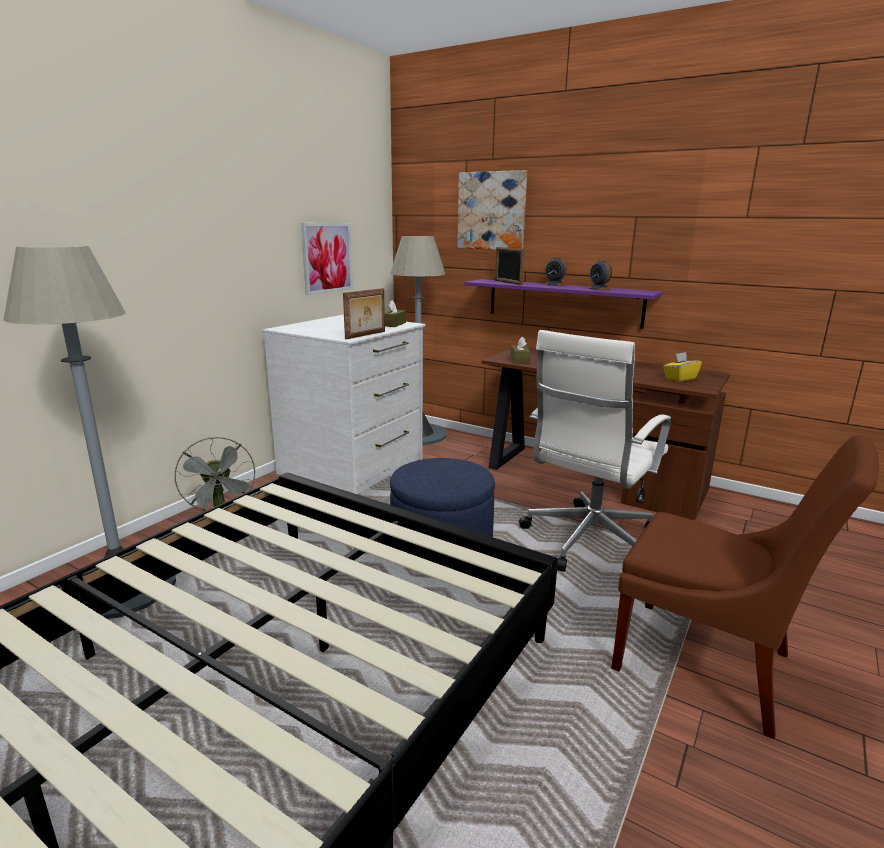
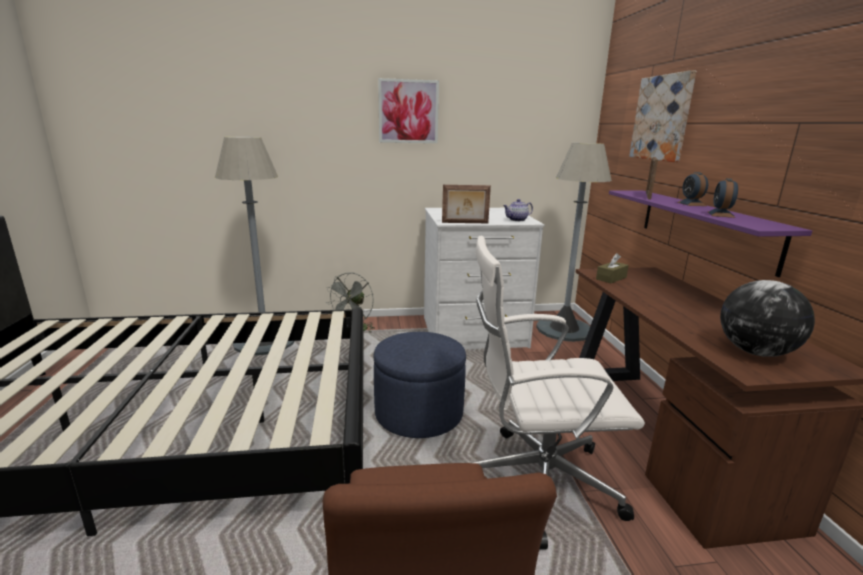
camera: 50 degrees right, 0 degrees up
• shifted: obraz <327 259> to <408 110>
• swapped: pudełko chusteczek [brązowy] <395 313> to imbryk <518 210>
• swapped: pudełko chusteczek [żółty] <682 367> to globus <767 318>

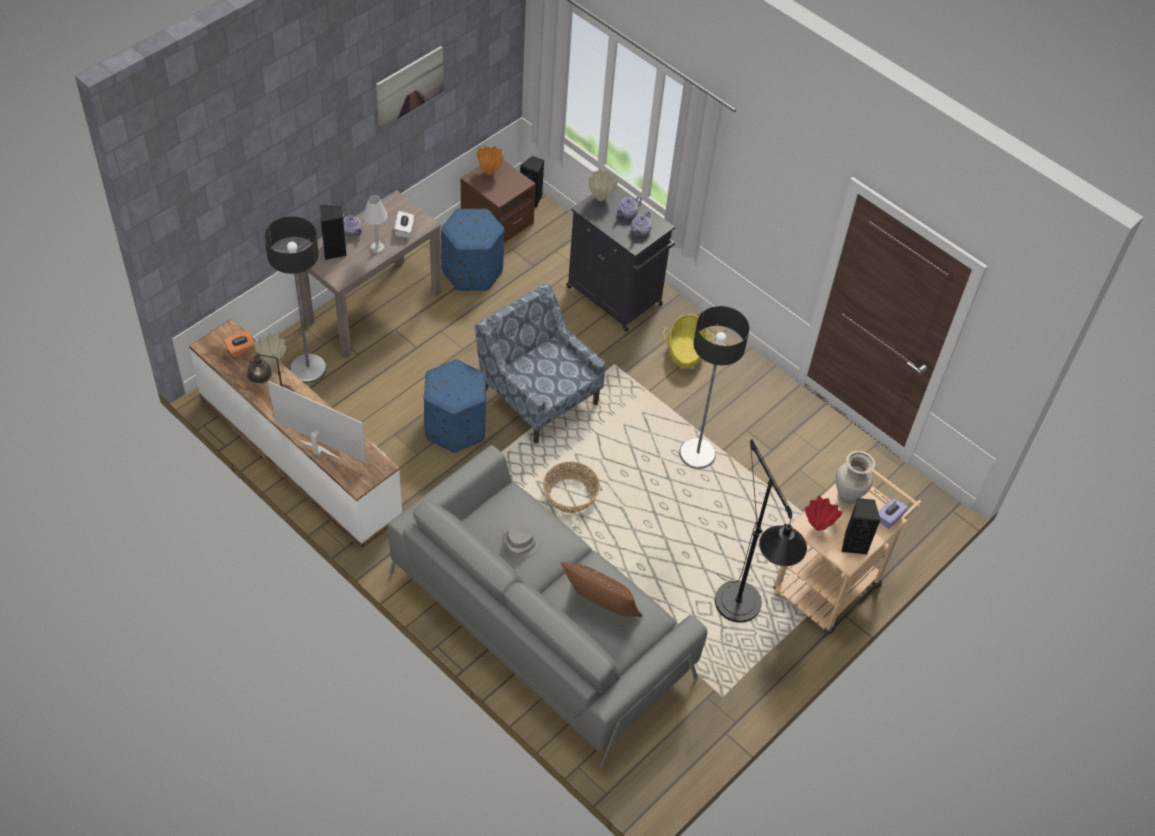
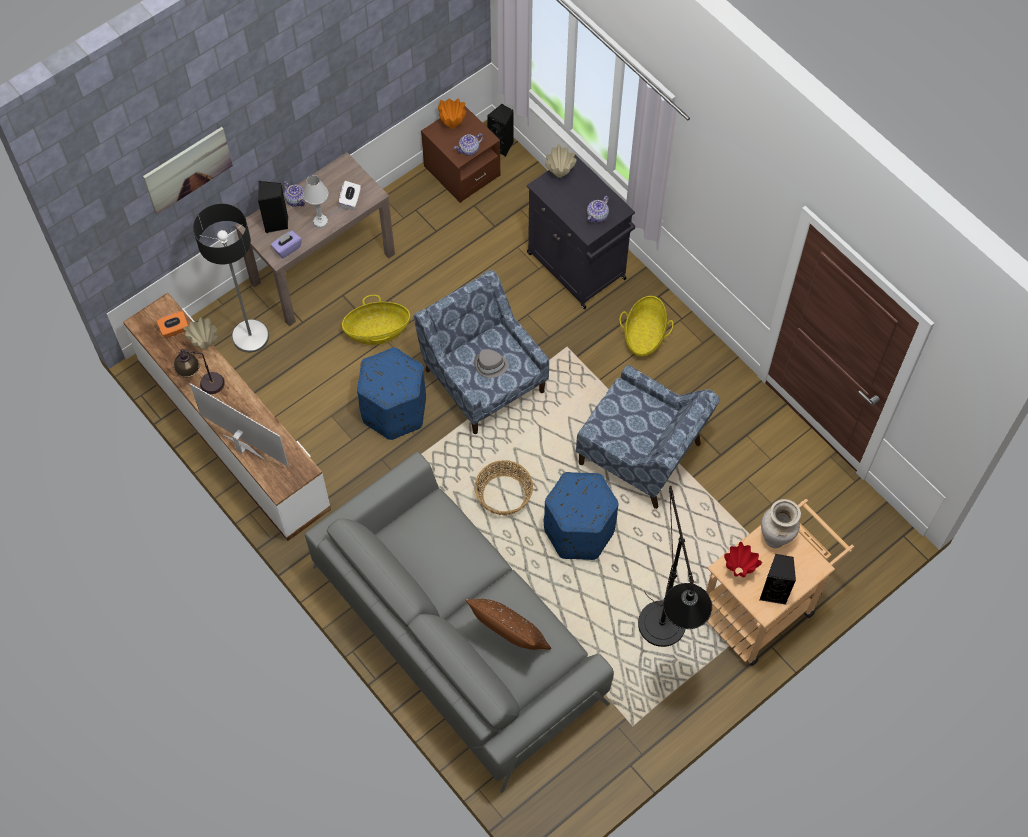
camera: 10 degrees right, 10 degrees up
• shifted: obraz <410 87> to <188 170>
• shifted: imbryk <628 207> to <469 144>
• shifted: pufa [niebieski] <472 249> to <581 516>
• swapped: lampa stojąca <714 387> to fotel [niebieski] <648 437>
• shifted: pudełko chusteczek [fioletowy] <893 514> to <286 244>
• shifted: kapelusz [szary] <521 542> to <491 363>
• new: koszyk <376 320>

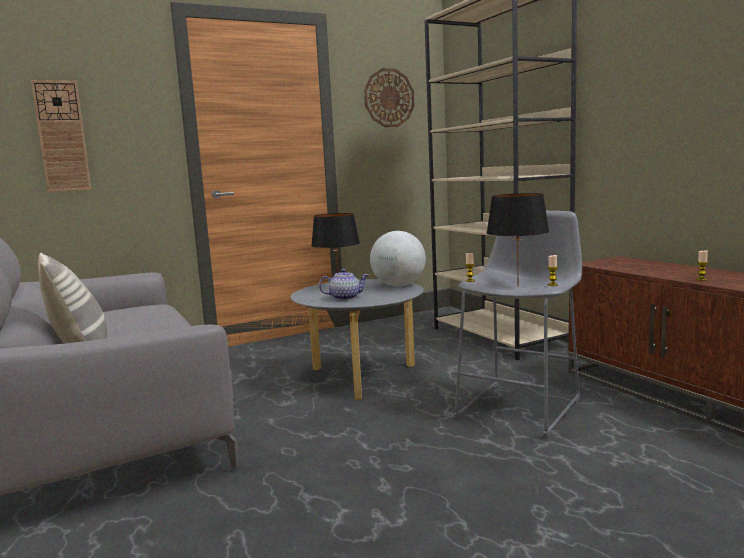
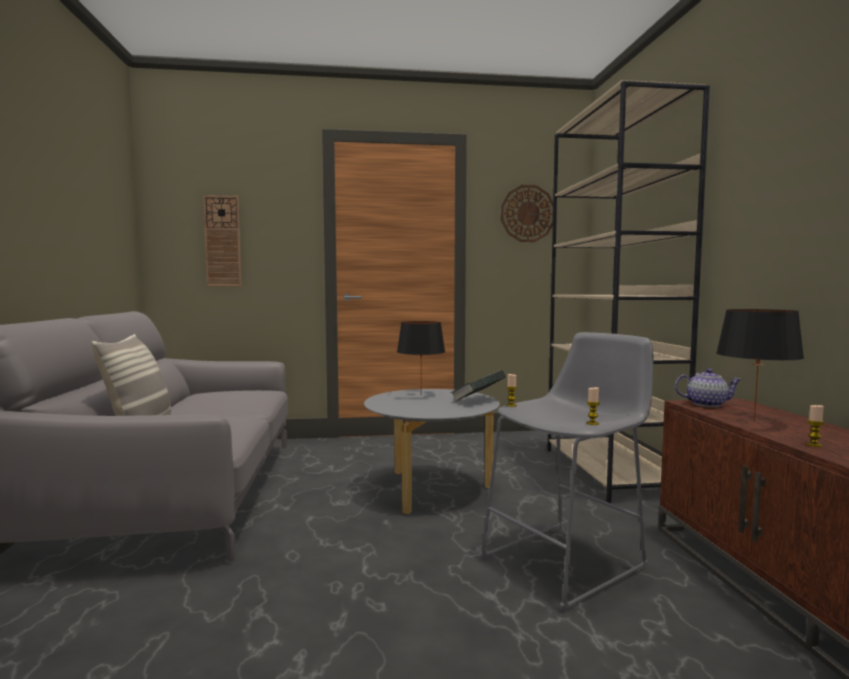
camera: 20 degrees right, 5 degrees down
• shifted: lampa stołowa [czarny] <518 234> to <760 365>
• swapped: globus <398 259> to książka <478 386>
• shifted: imbryk <343 284> to <708 387>

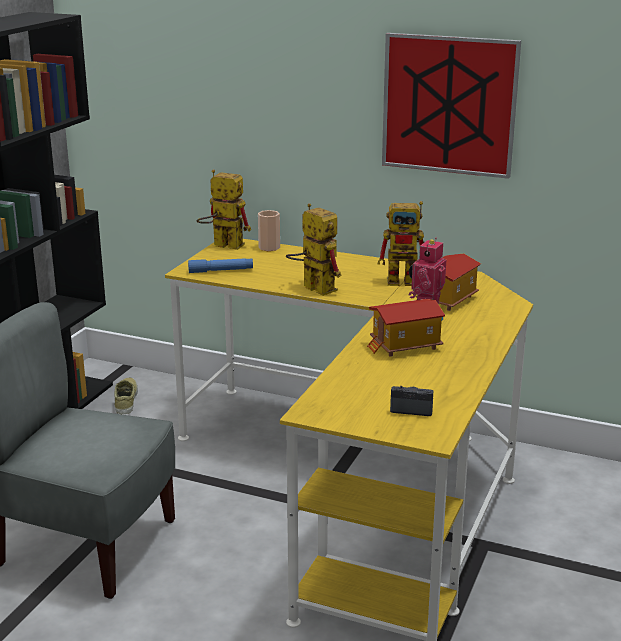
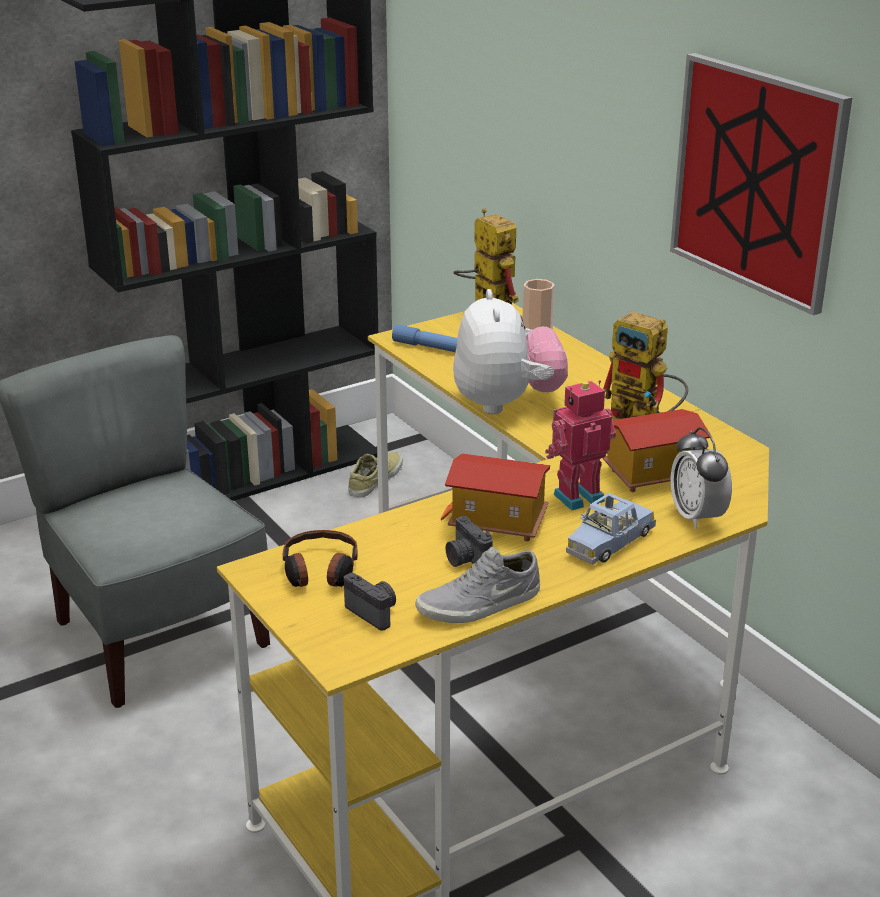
camera: 35 degrees right, 5 degrees up
• swapped: robot zabawkowy <314 249> to pluszak <510 352>
• new: budzik <701 478>
• new: samochodzik [niebieski] <611 529>
• new: aparat fotograficzny <469 541>
• new: słuchawki <320 558>
• new: but [szary] <477 585>

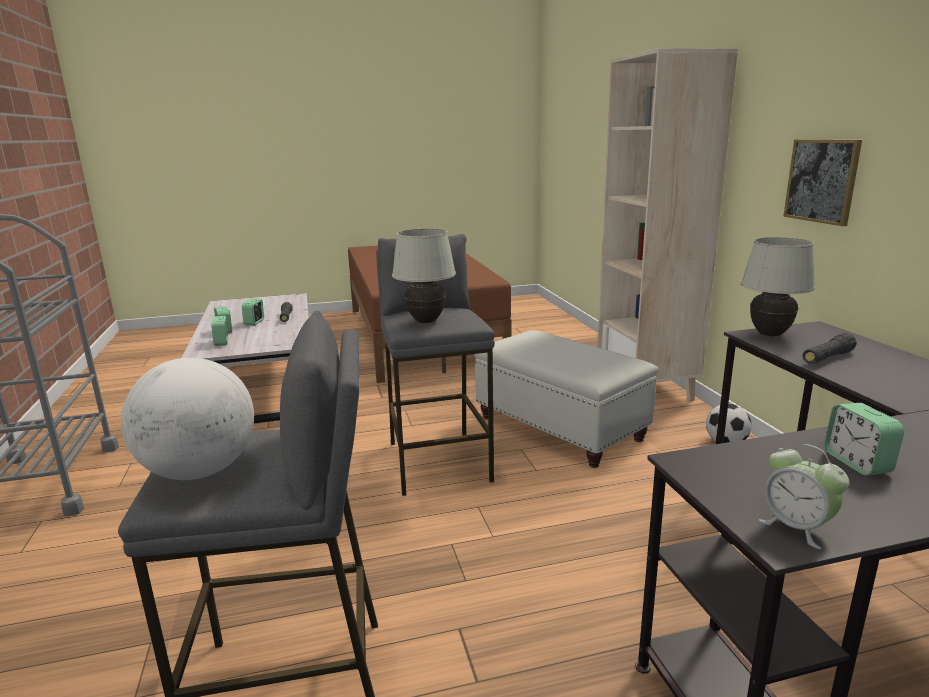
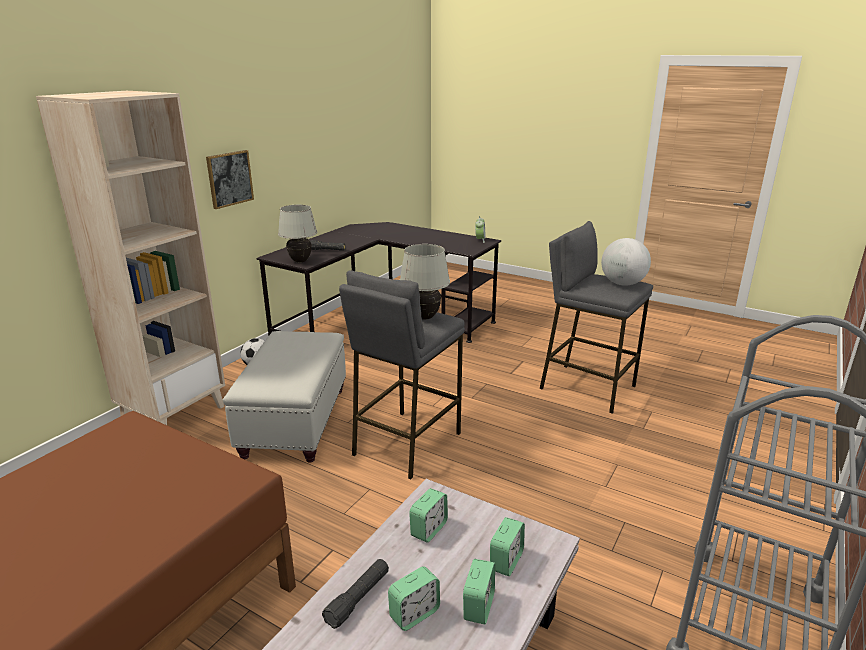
camera: 135 degrees left, 5 degrees up
• shifted: budzik <864 439> to <428 515>

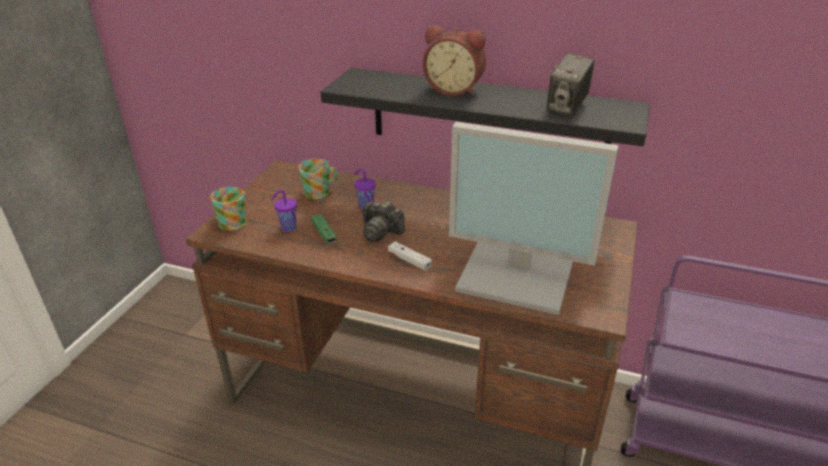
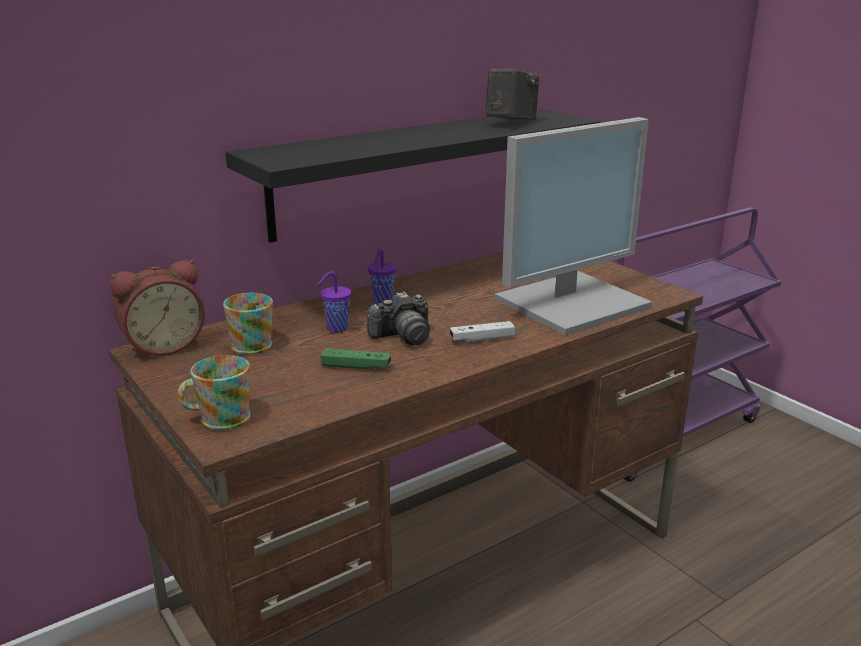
camera: 55 degrees left, 10 degrees down
• shifted: budzik <454 60> to <157 309>
• rotated: aparat fotograficzny <571 84> = <512 94> 120 degrees counterclockwise
• shifted: filiżanka [fioletowy] <284 211> to <382 276>

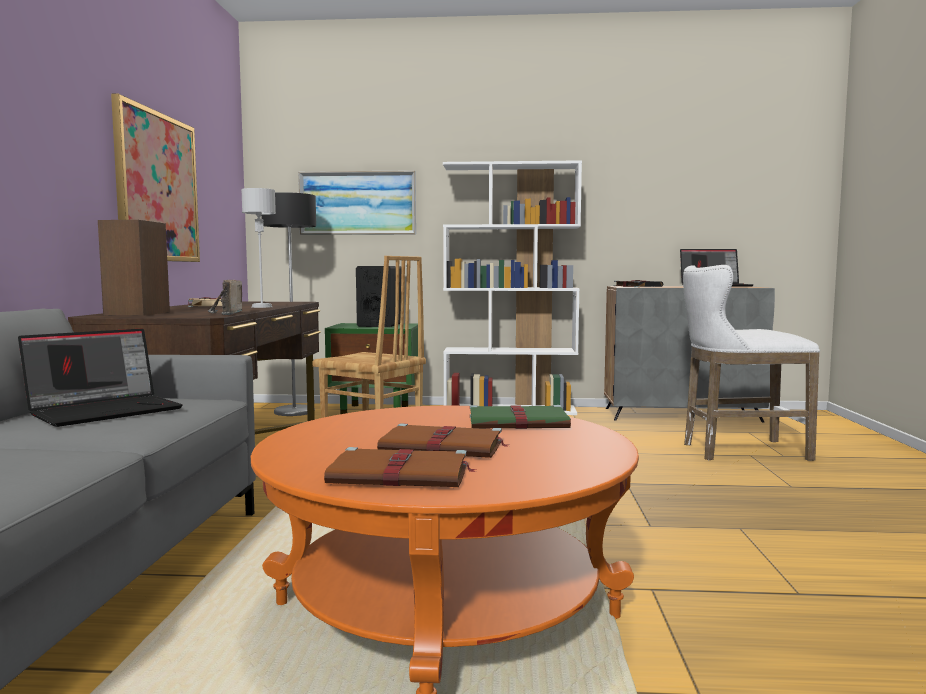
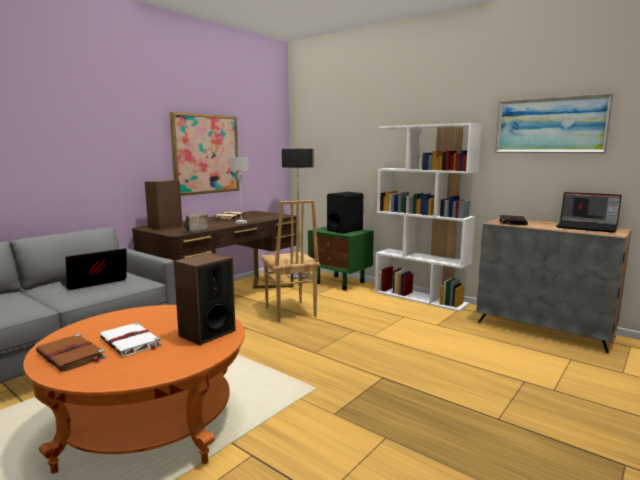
camera: 35 degrees right, 5 degrees up
• shifted: obraz <357 202> to <554 123>
• gone: stołek [biały] <751 363>
• rotated: laptop <100 377> = <93 269> 150 degrees clockwise
• swapped: książka [zielony] <521 417> to głośnik <205 299>
• repainted: książka [brązowy] <443 440> to książka [biały] <131 339>

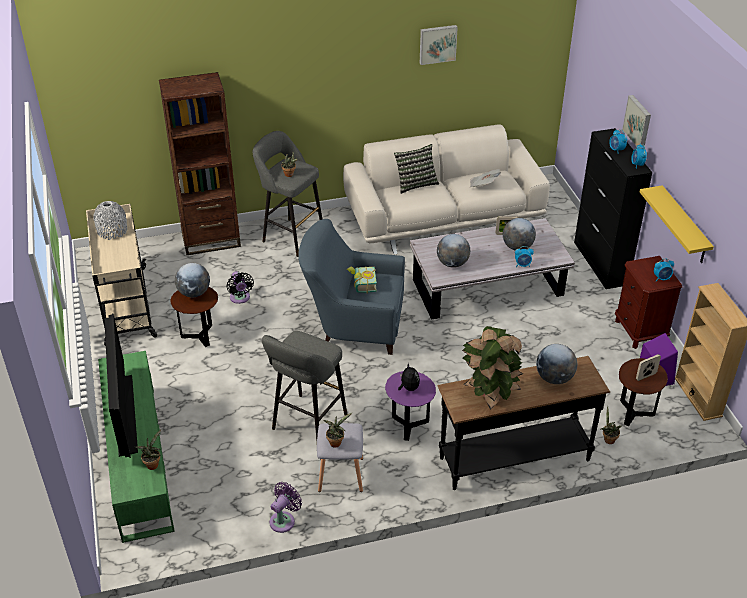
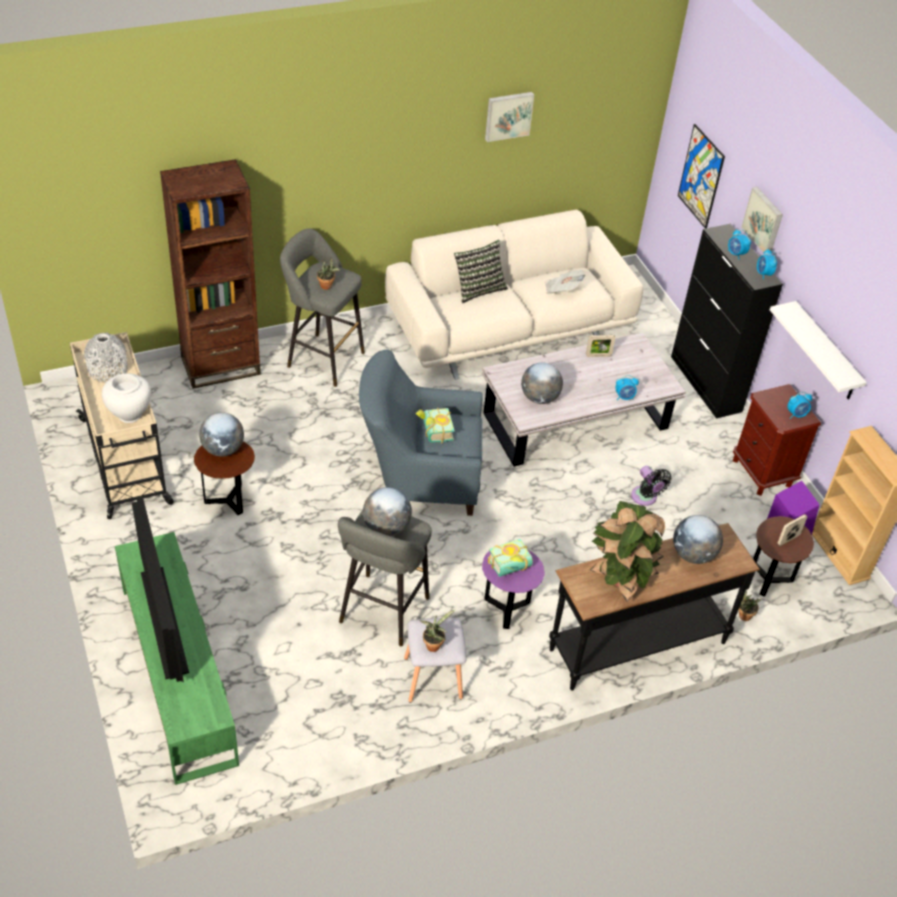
camera: 10 degrees left, 5 degrees up
• repainted: półka [żółty] <677 224> to półka [biały] <818 350>
• shifted: globus <519 234> to <387 511>
• shifted: wentylator [czarny] <240 287> to <651 486>
• swapped: pluszak <409 377> to książka <510 558>
• gone: roślina doniczkowa <148 449>
• gone: wentylator [fioletowy] <286 507>
• new: obraz <701 176>
• new: wazon [biały] <126 398>

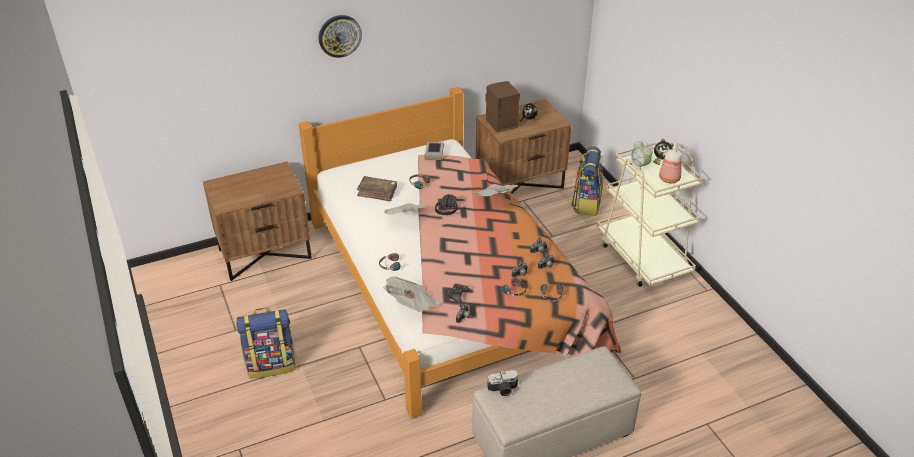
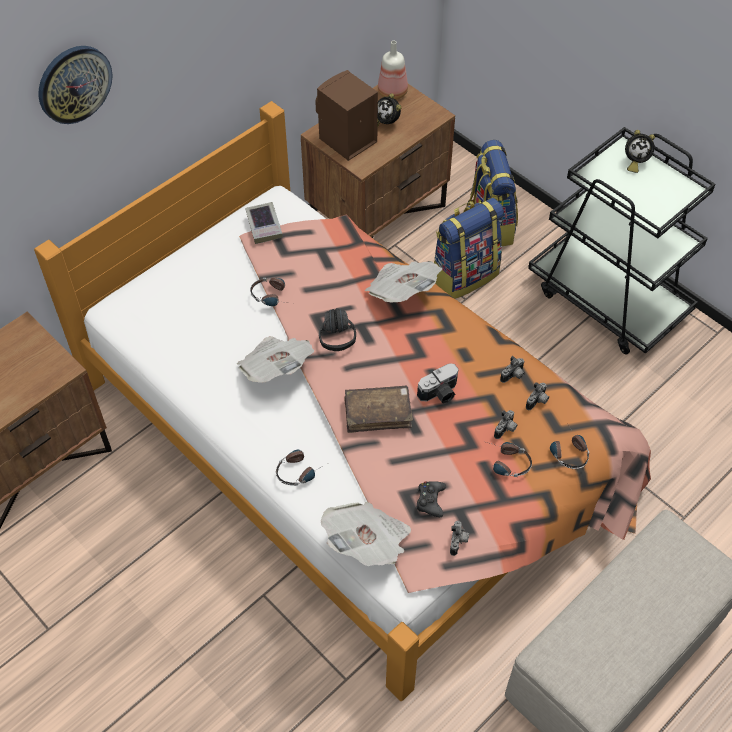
camera: 20 degrees left, 15 degrees up
• gone: budzik <641 156>
• repainted: wózek [beżowy] <650 214> to wózek [czarny] <621 241>
• shifted: butelka <670 162> to <393 70>
• shifted: książka [brązowy] <377 189> to <378 409>
• shifted: plecak <266 343> to <469 248>
• shifted: aparat fotograficzny <502 383> to <438 383>

